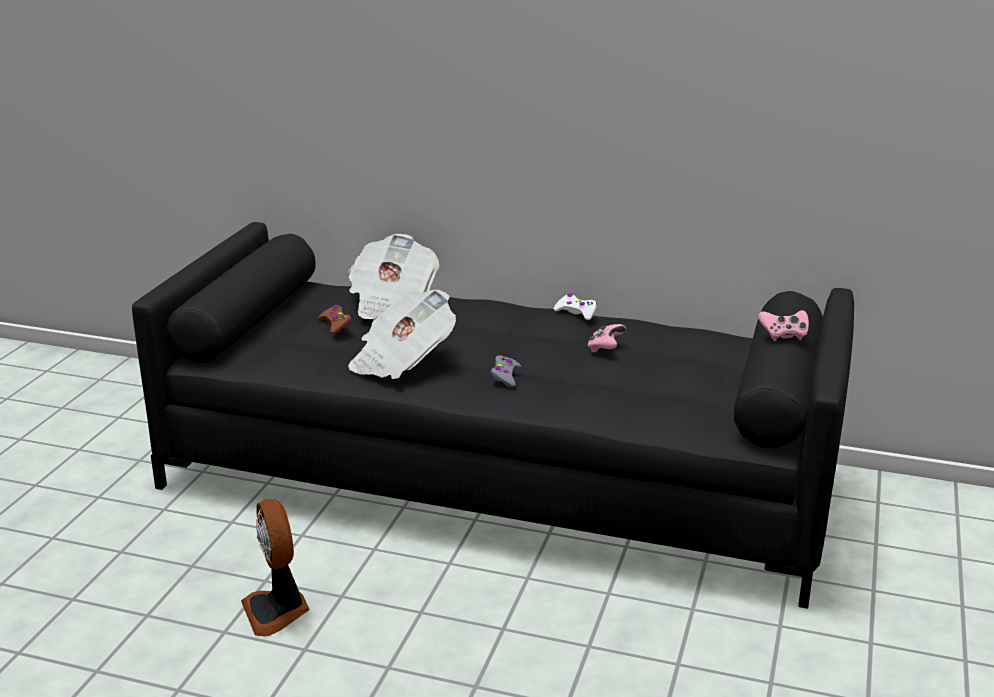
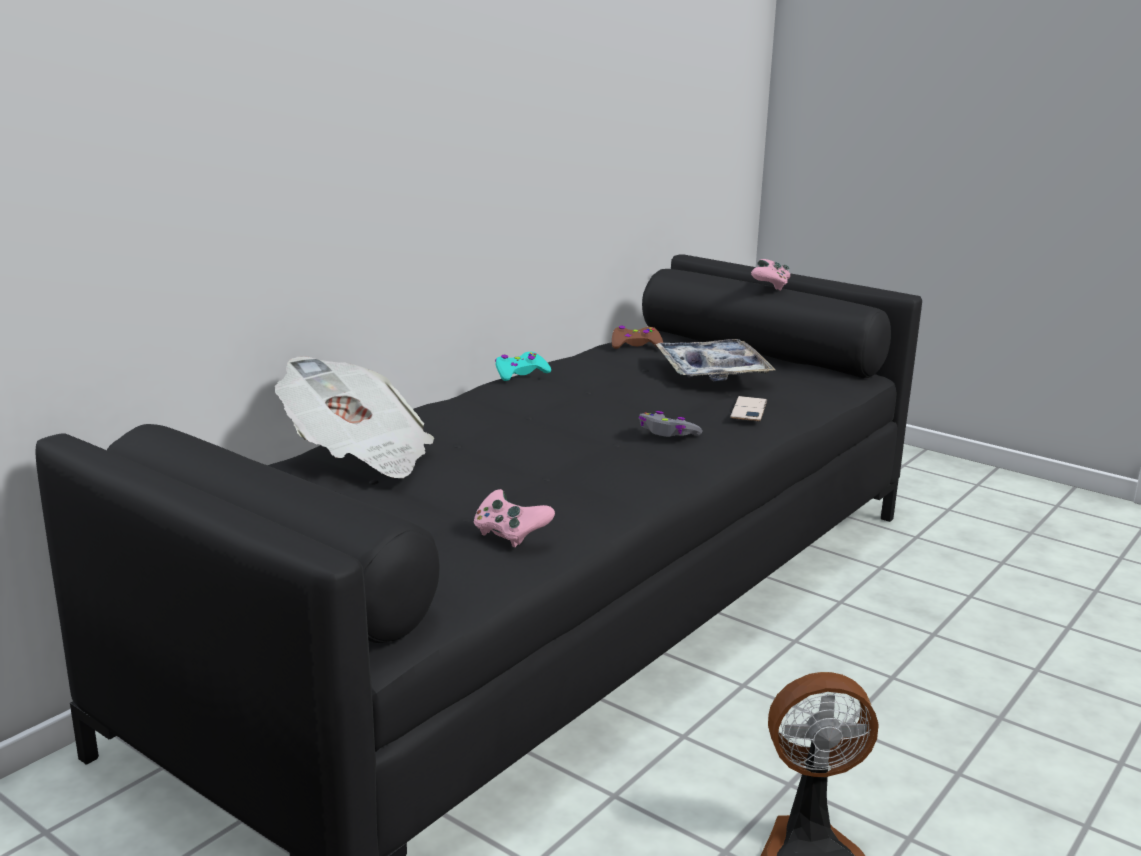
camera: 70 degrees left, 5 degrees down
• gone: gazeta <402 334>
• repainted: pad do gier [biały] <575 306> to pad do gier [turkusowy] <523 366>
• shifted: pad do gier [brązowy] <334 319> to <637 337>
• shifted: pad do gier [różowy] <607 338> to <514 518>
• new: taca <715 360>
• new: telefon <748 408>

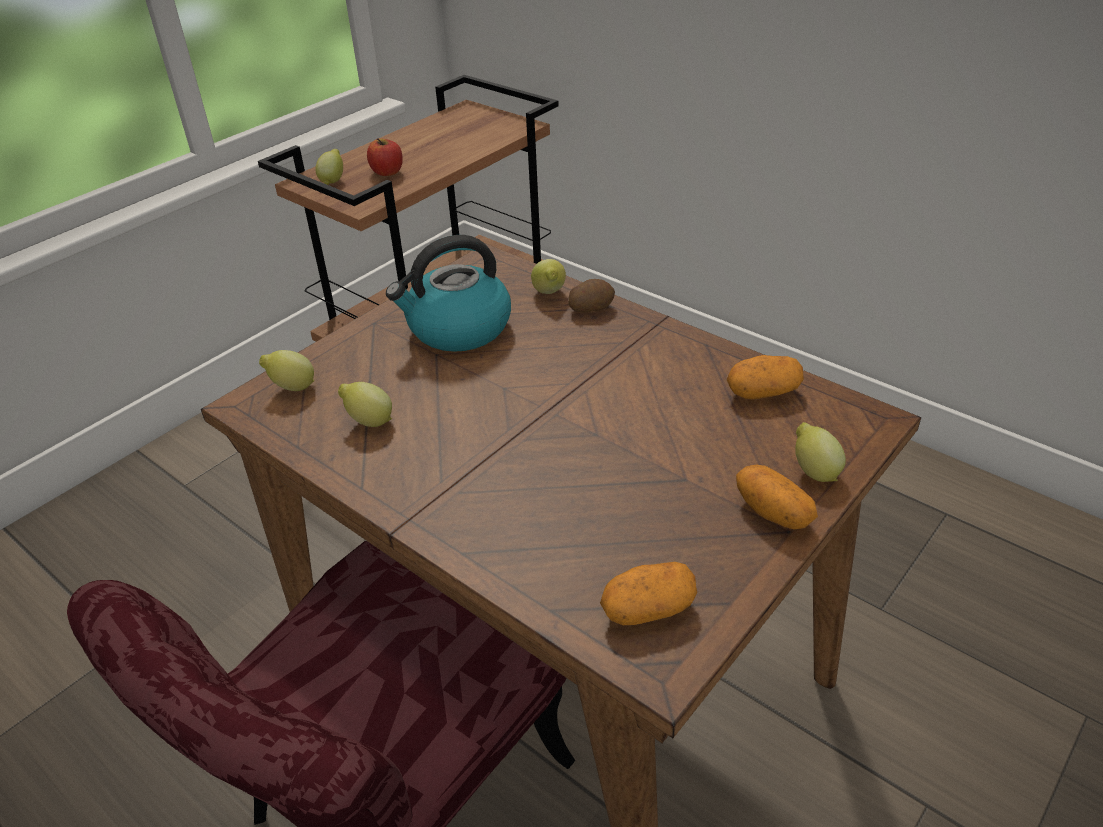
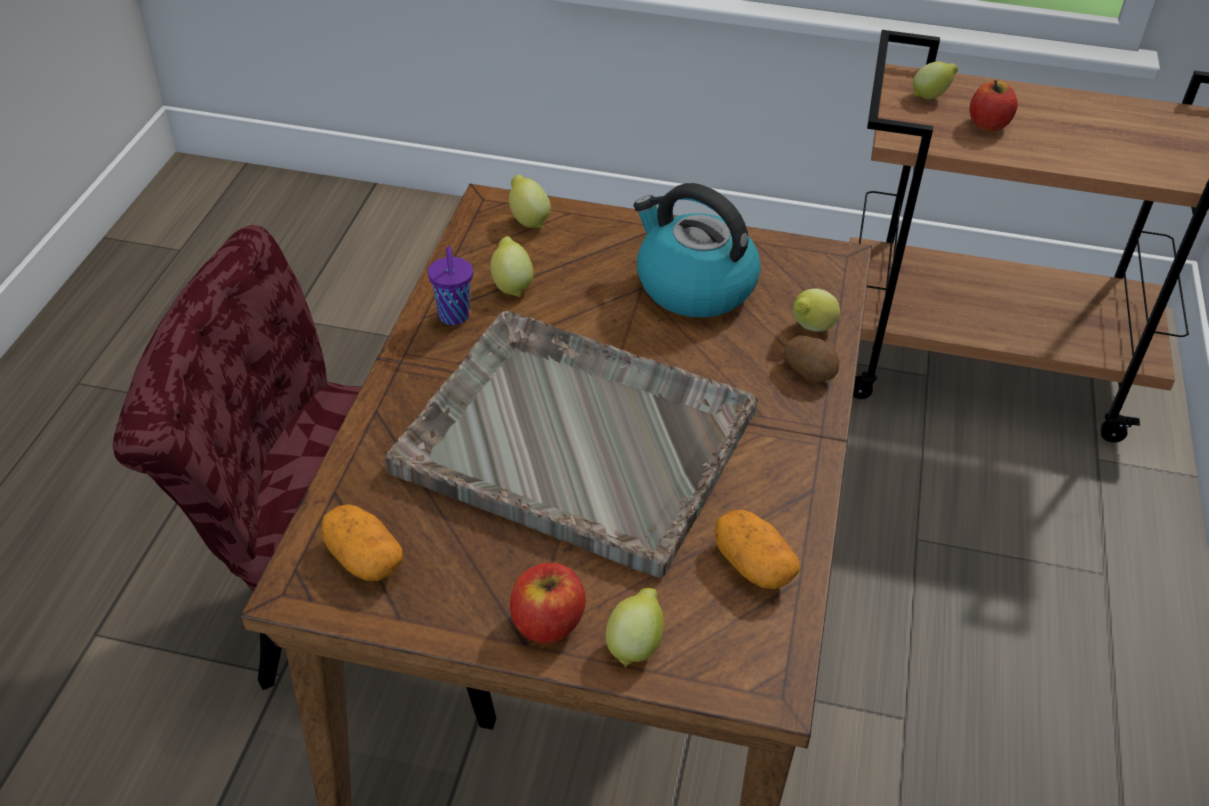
camera: 60 degrees right, 5 degrees up
• swapped: ziemniak <777 496> to jabłko <548 603>
• new: filiżanka [fioletowy] <450 285>
• new: taca [szary] <571 444>

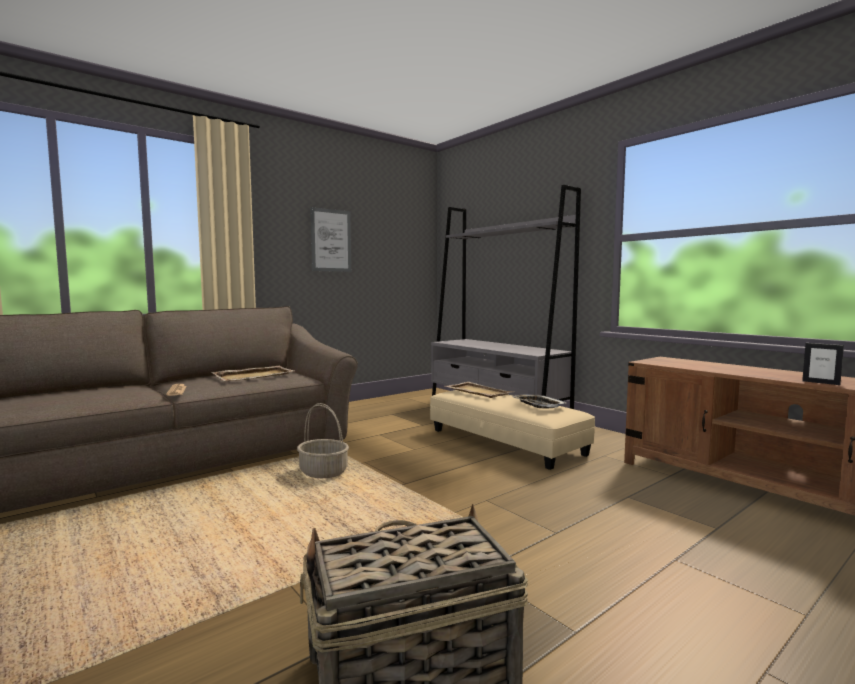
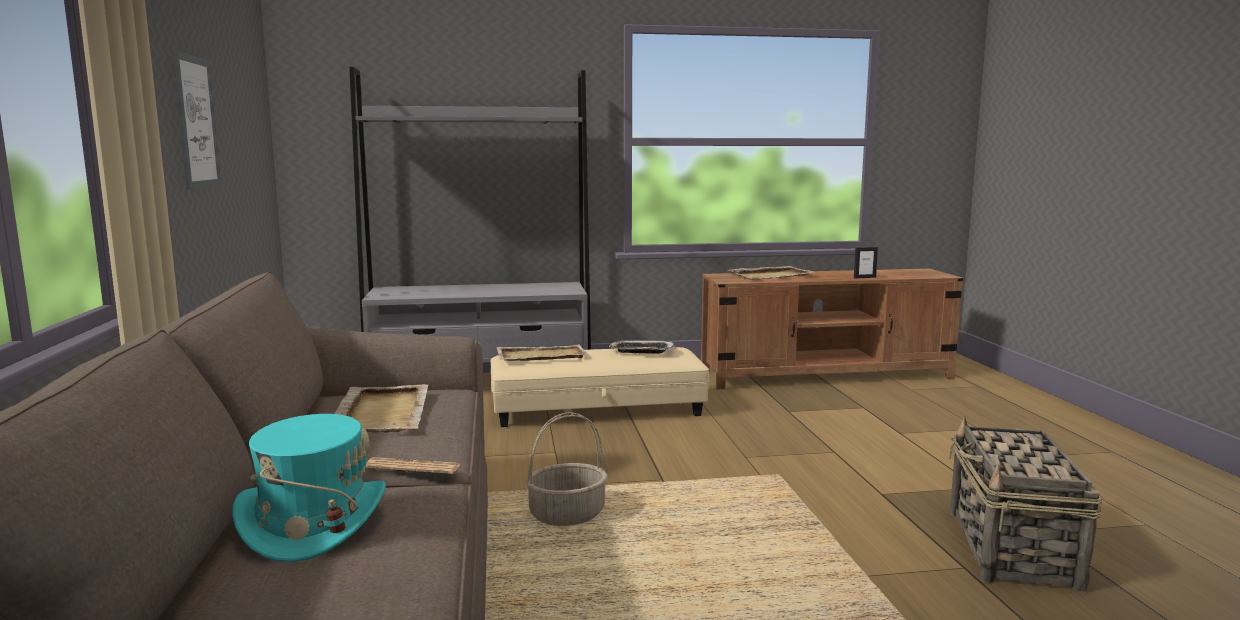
camera: 60 degrees left, 5 degrees up
• new: taca [beżowy] <771 273>
• new: kapelusz [turkusowy] <309 488>

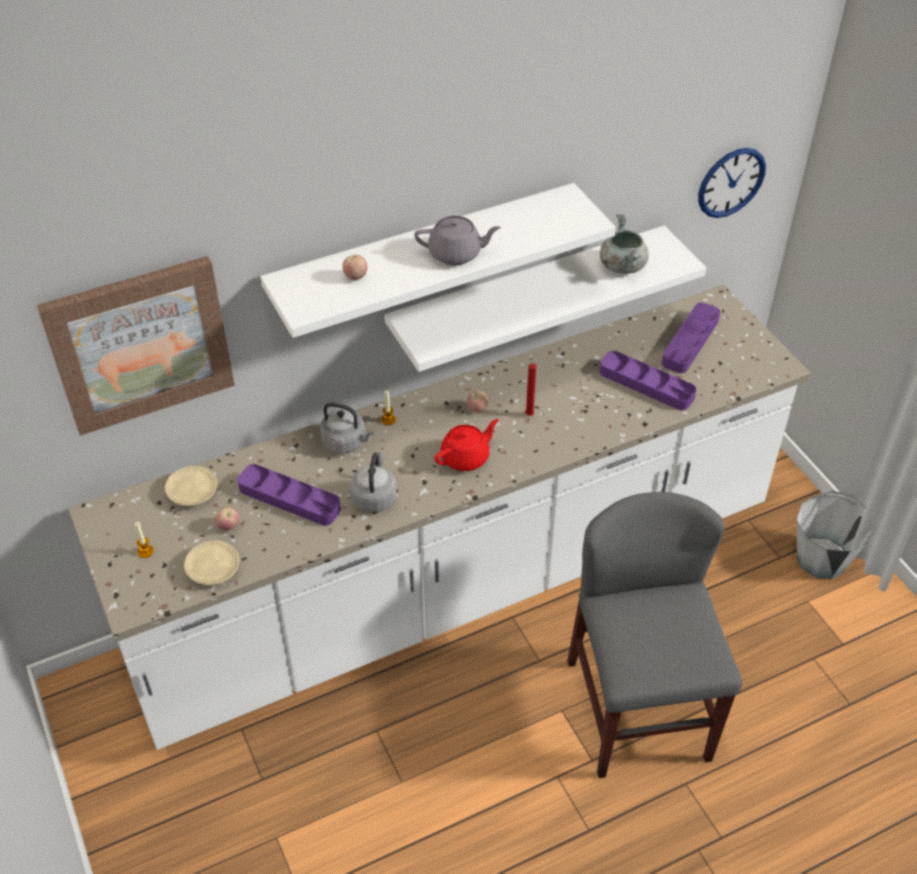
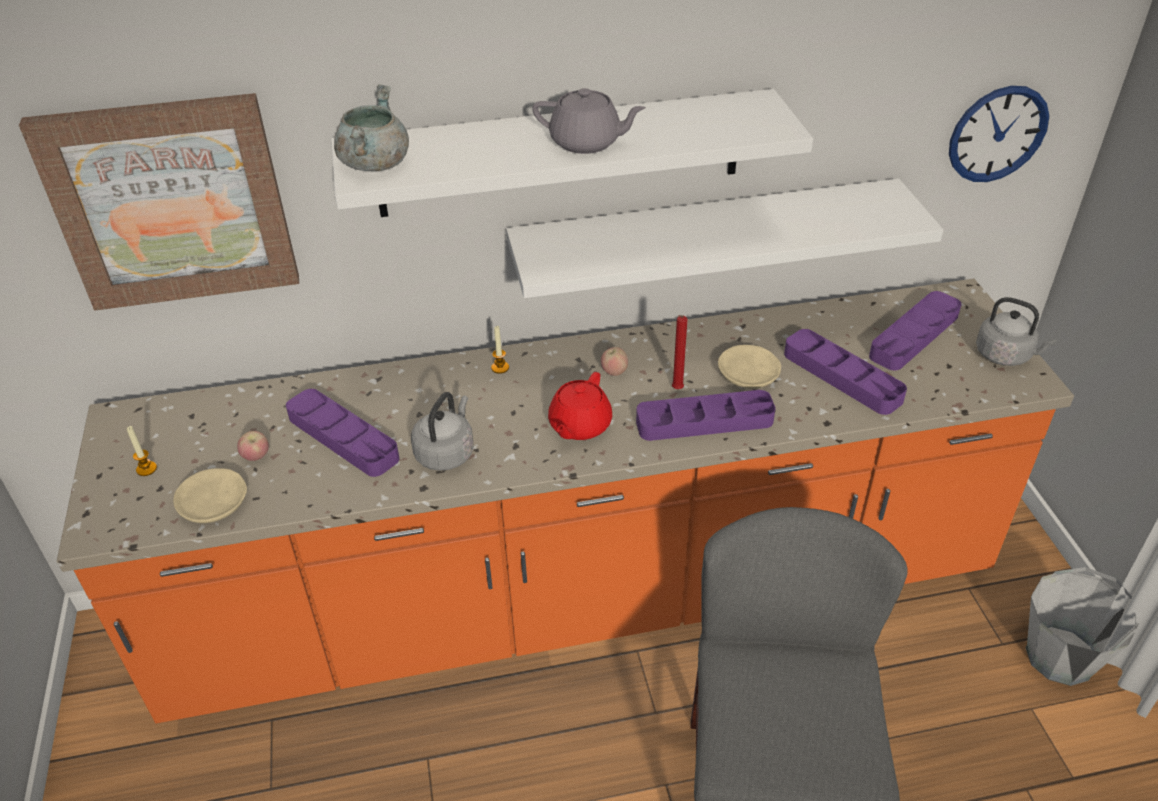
camera: 15 degrees right, 5 degrees down
• shifted: garnek [szary] <624 244> to <371 127>
• gone: jabłko <354 268>
• repainted: zabudowa kuchenna [biały] <439 517> to zabudowa kuchenna [pomarańczowy] <565 501>
• shifted: czajnik [szary] <347 428> to <1016 331>
• rotated: imbryk [czerwony] <466 445> = <580 406> 135 degrees clockwise
• shifted: talerz [beżowy] <191 486> to <749 366>
• new: taca [fioletowy] <706 415>

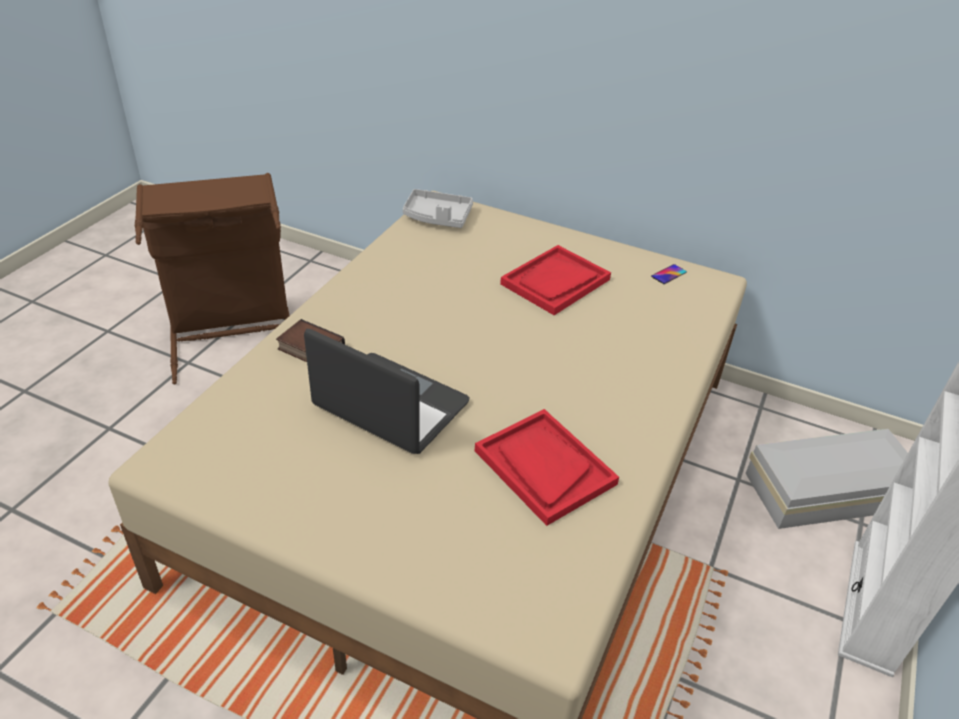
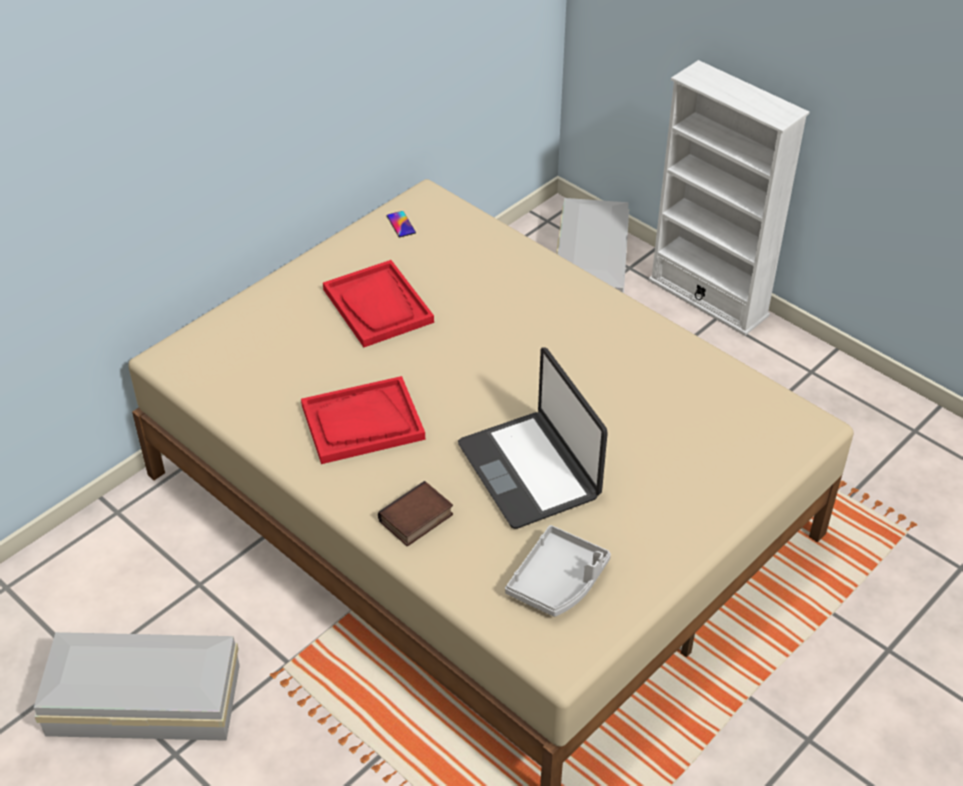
camera: 70 degrees left, 5 degrees up
• swapped: kosz na pranie [brązowy] <212 278> to pojemnik do przechowywania [biały] <137 686>
• shifted: taca [szary] <438 208> to <558 571>
• rotated: laptop <387 391> = <533 438> 75 degrees counterclockwise
• shifted: taca [czerwony] <547 467> to <363 420>

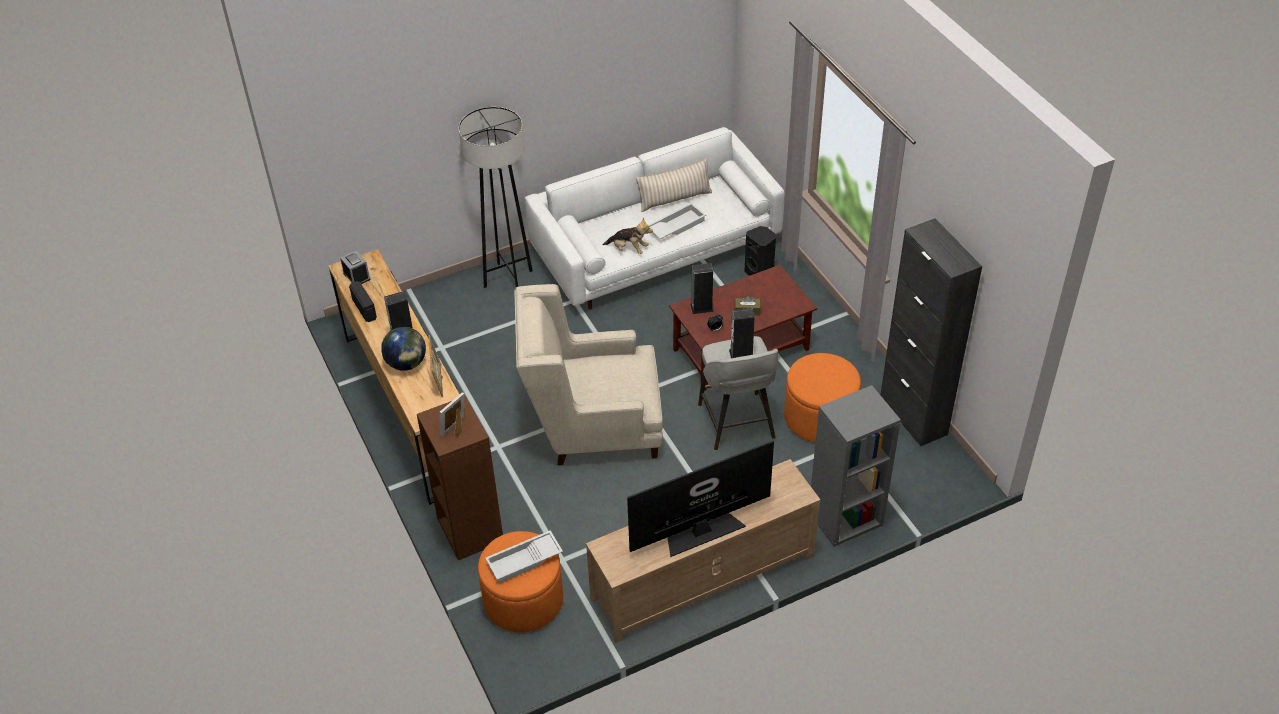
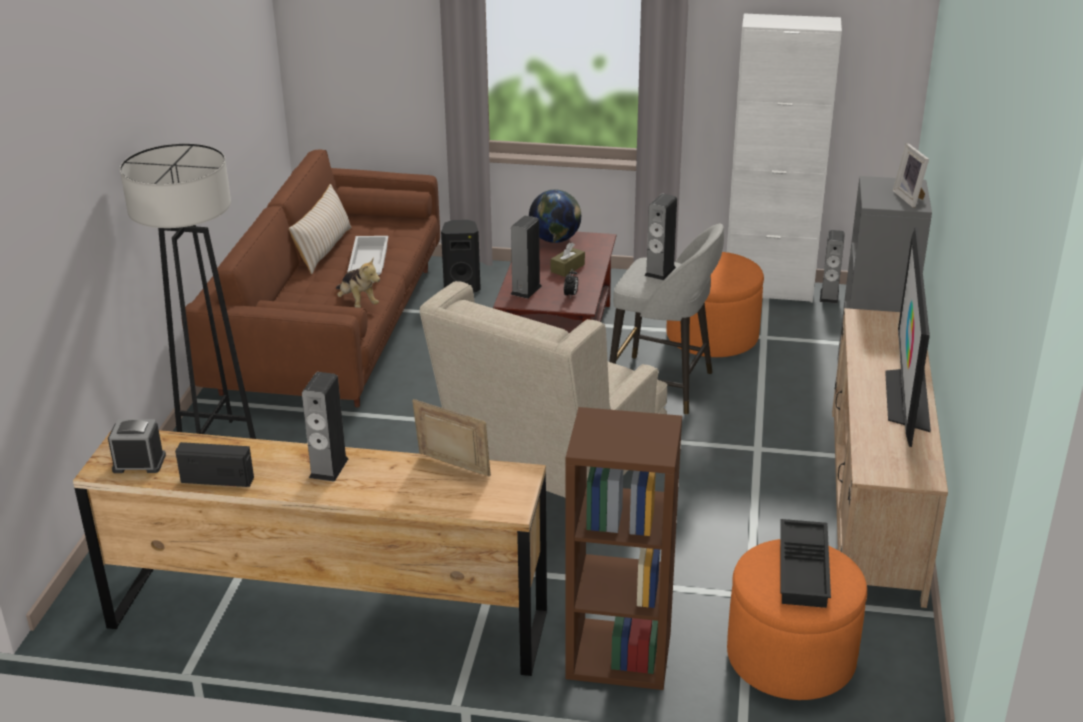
camera: 55 degrees left, 15 degrees down
• repainted: kanapa [biały] <654 218> to kanapa [brązowy] <311 278>
• rotated: pluszak <628 235> = <358 282> 90 degrees clockwise
• repainted: szafka [czarny] <931 332> to szafka [biały] <784 158>
• shifted: globus <403 349> to <555 216>
• shifted: ramka na zdjęcie <451 414> to <910 175>
• repainted: taca [biały] <524 556> to taca [czarny] <805 563>
• new: głośnik <832 267>

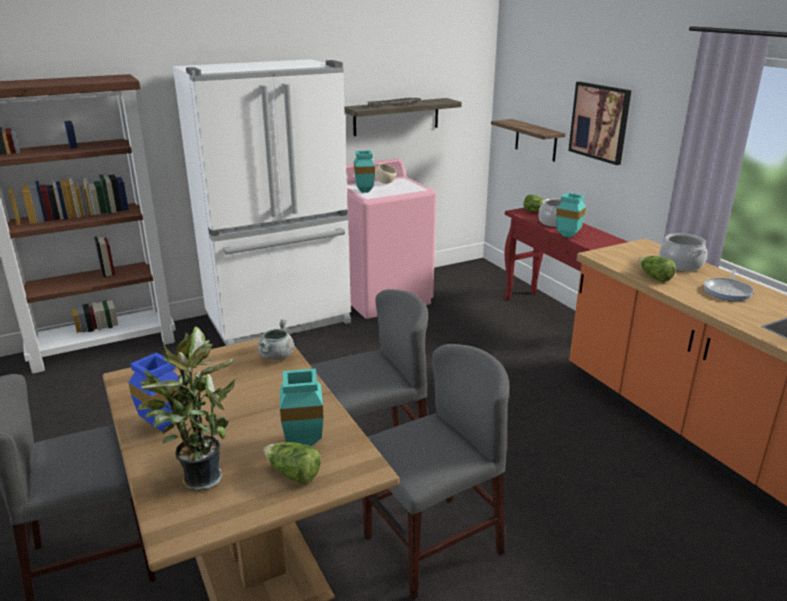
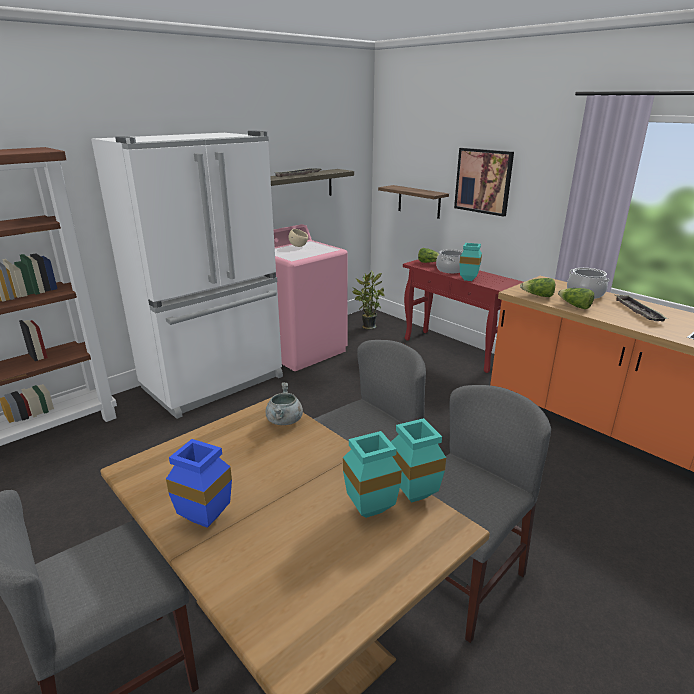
camera: 15 degrees left, 0 degrees up
• shifted: wazon [turkusowy] <364 171> to <418 460>
• swapped: patelnia <729 285> to taca <641 308>
• shifted: roślina doniczkowa <187 408> to <368 299>
• shifted: sałata <292 463> to <537 287>

